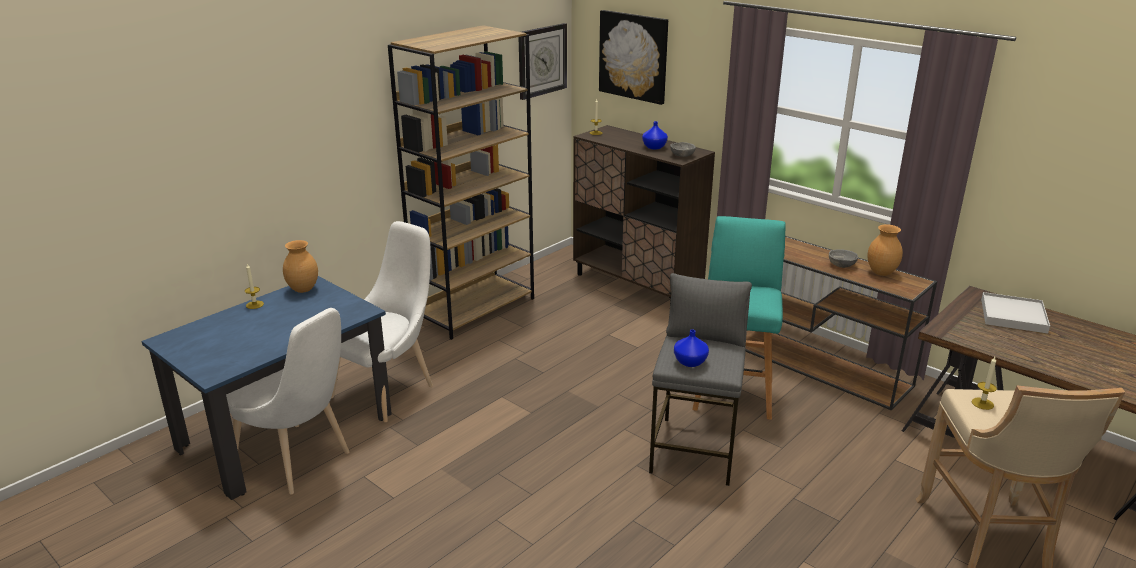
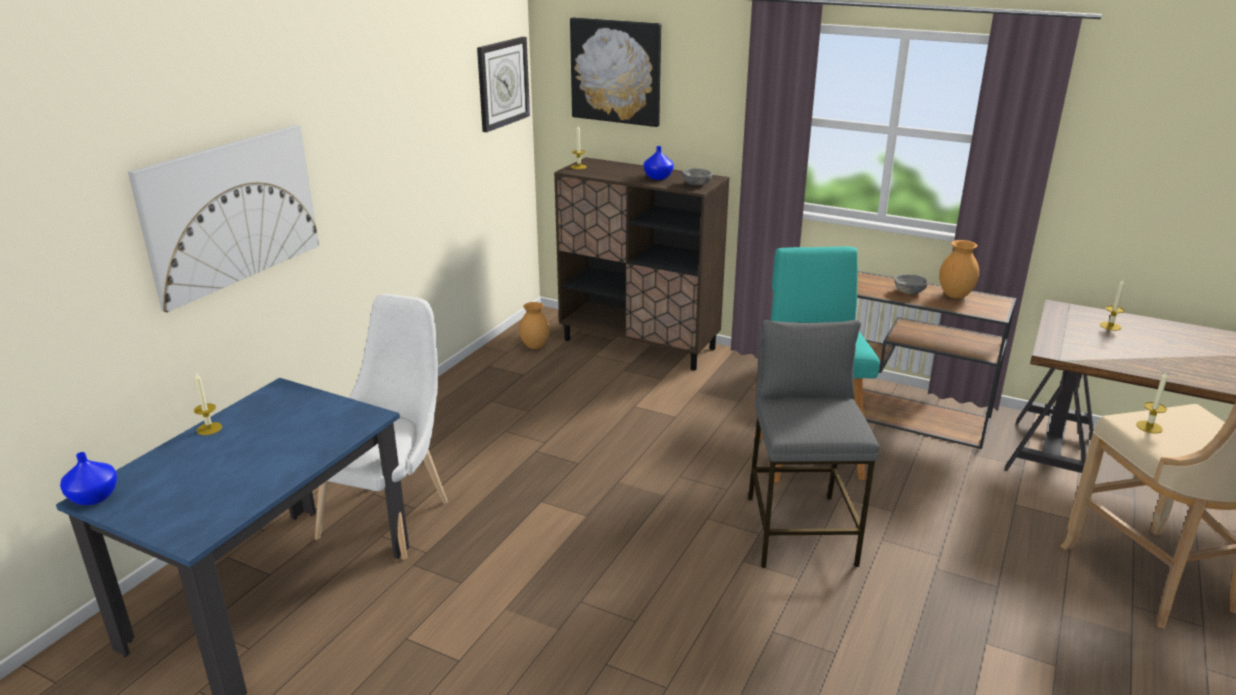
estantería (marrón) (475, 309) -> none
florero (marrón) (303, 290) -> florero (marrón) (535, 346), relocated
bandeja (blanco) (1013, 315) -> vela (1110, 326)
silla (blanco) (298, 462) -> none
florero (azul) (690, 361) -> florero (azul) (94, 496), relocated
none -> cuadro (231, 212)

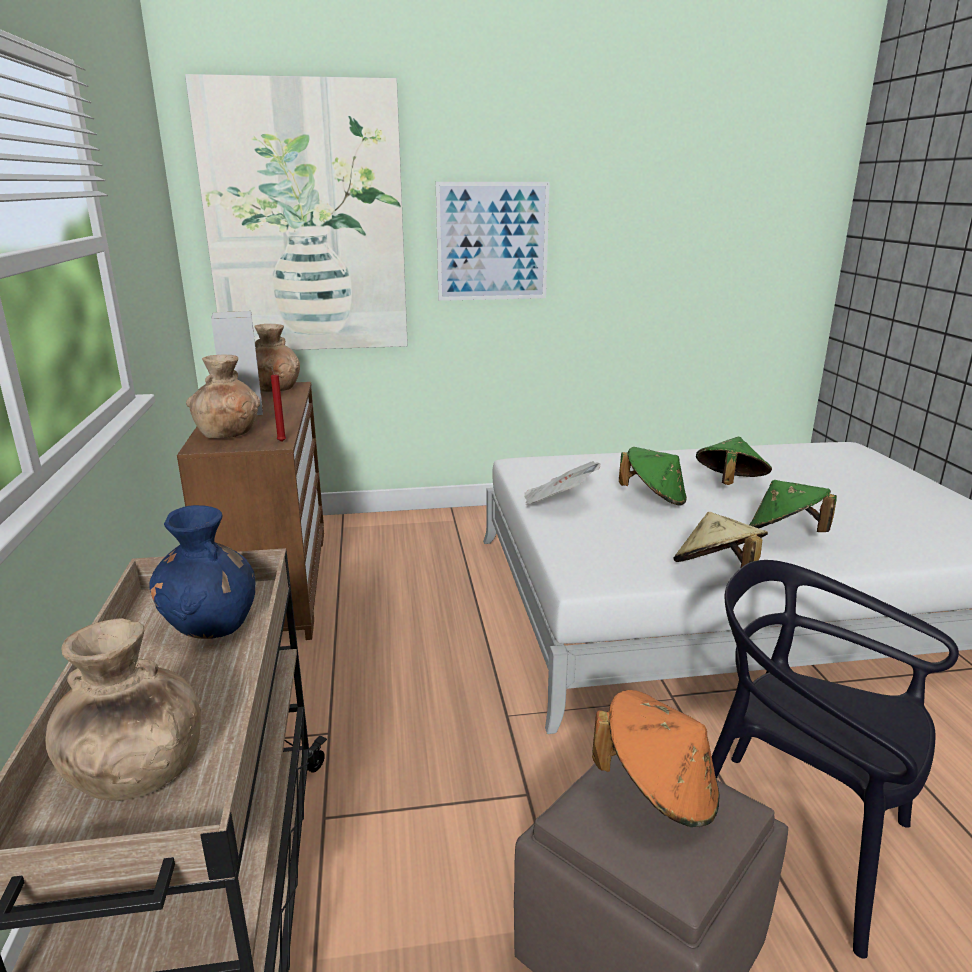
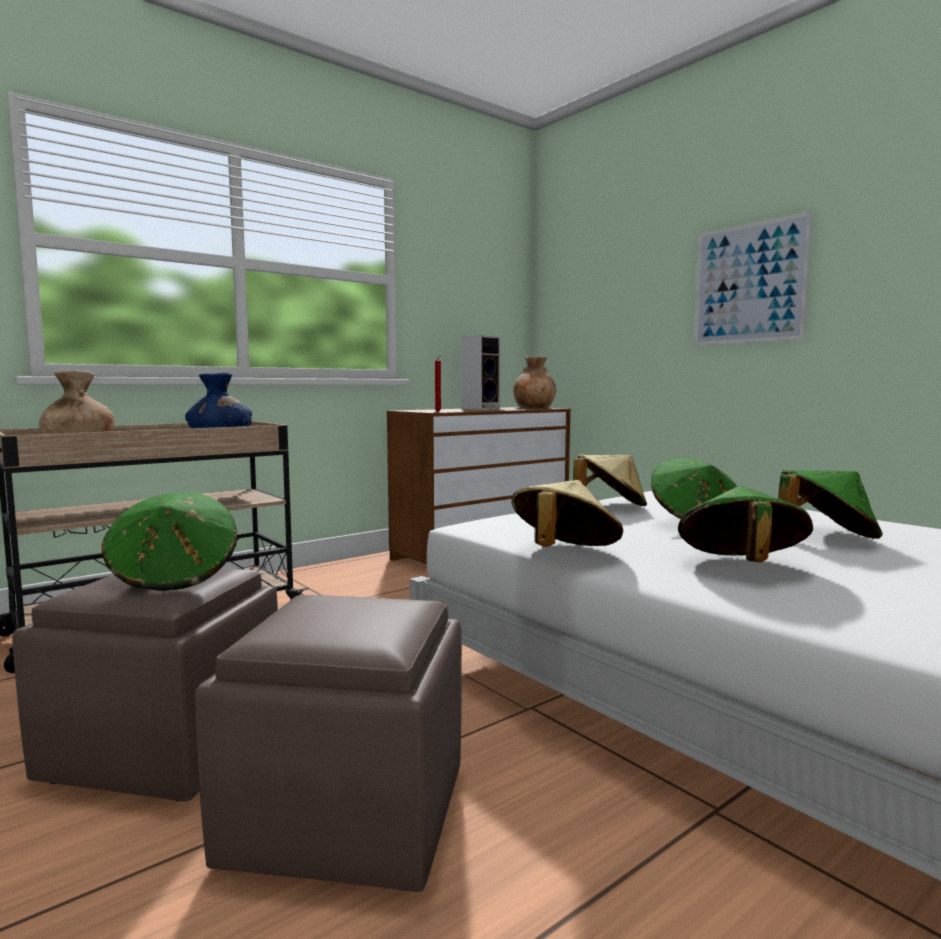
cuadro (306, 221) -> none
florero (marrón) (228, 434) -> none
periódico (558, 502) -> sombrero (beis) (610, 506)
silla (negro) (796, 840) -> puf (marrón) (351, 814)
sombrero (naranja) (658, 790) -> sombrero (verde) (175, 576)

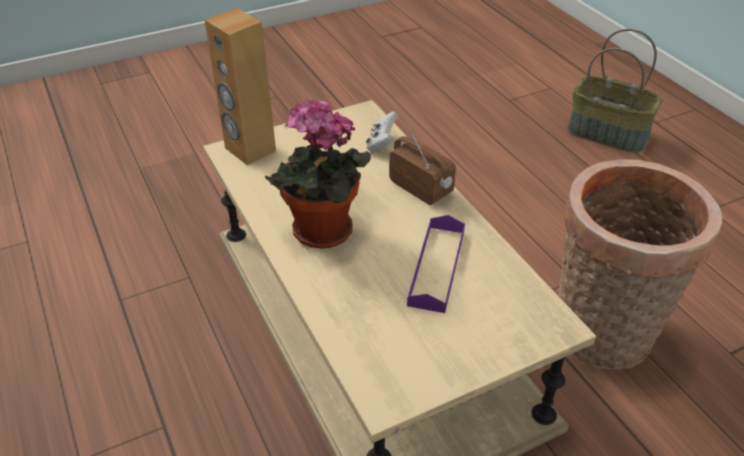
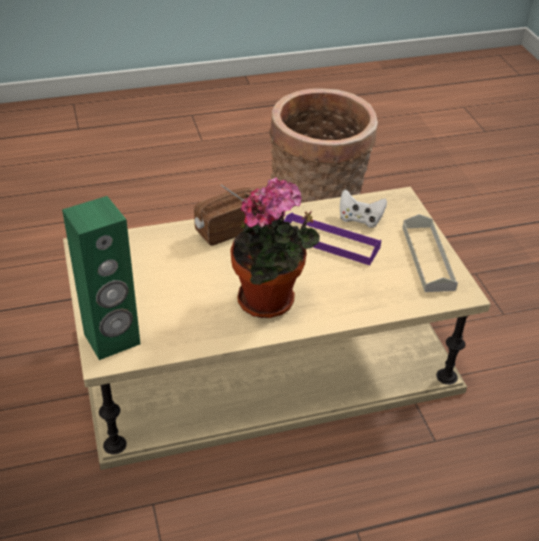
altavoz (marrón) (249, 150) -> altavoz (verde) (112, 339)
cesta (608, 133) -> none
mando de consola (blanco) (381, 144) -> mando de consola (blanco) (360, 220), relocated
none -> bandeja (gris) (428, 258)

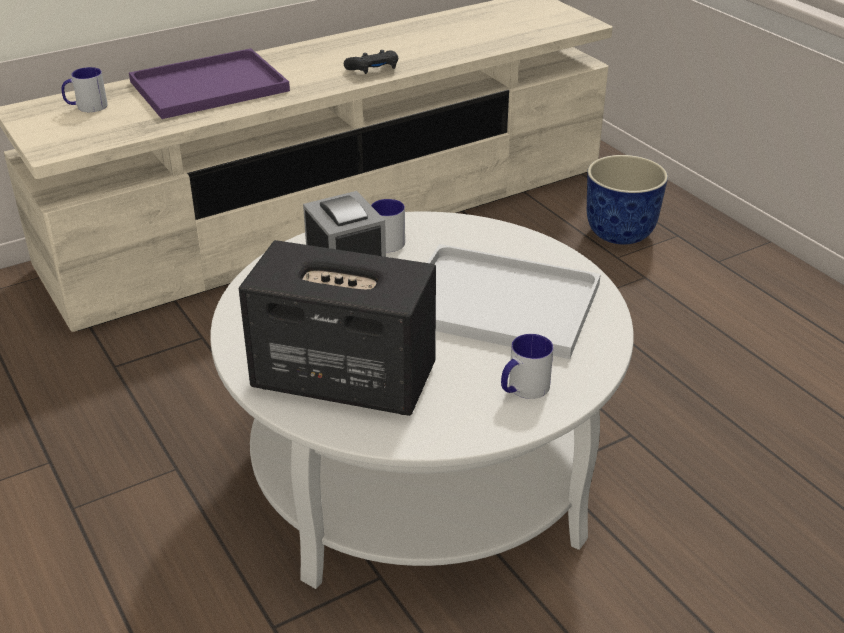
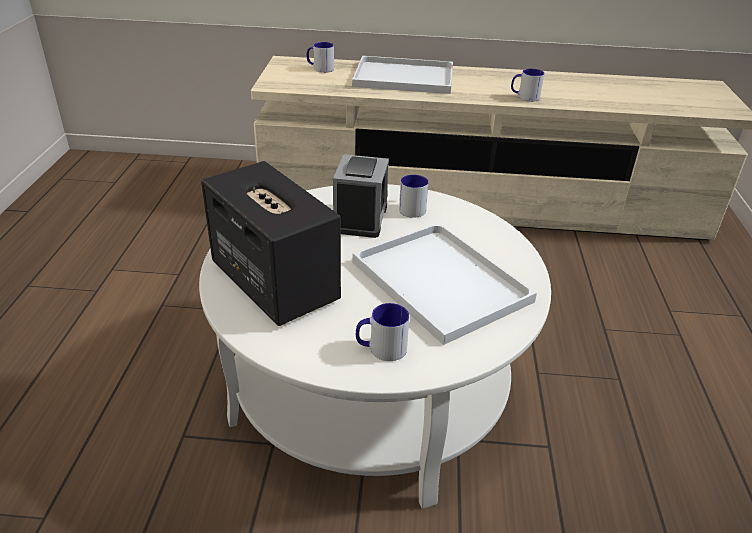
bandeja (morado) (211, 85) -> bandeja (blanco) (406, 77)
mando de consola (negro) (373, 69) -> taza grande (524, 97)
maceta (621, 234) -> none

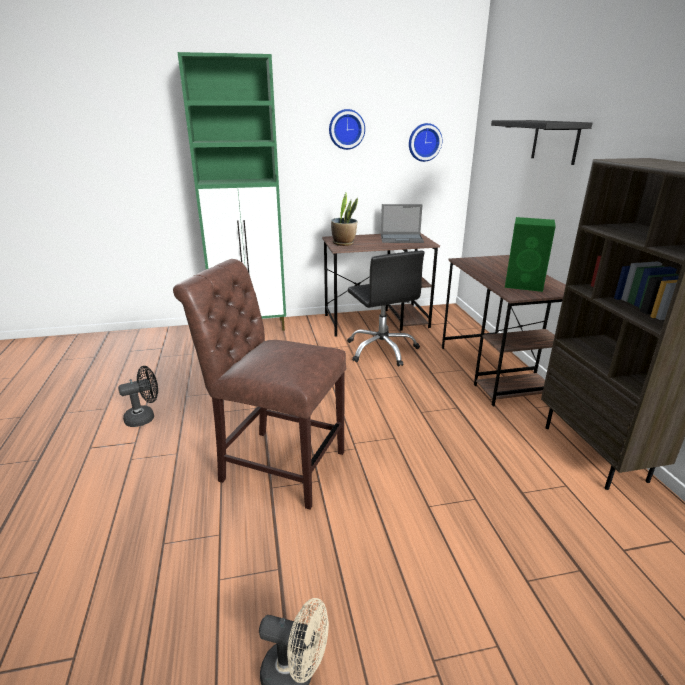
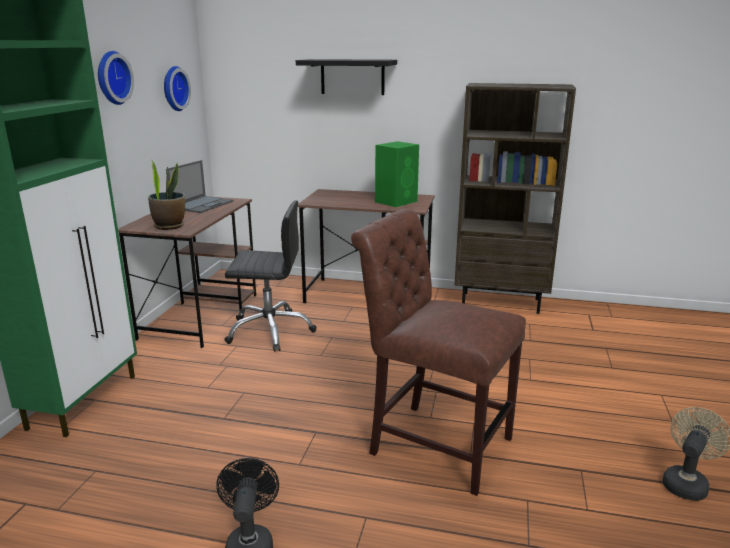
silla (marrón) (277, 464) -> silla (marrón) (434, 442), 75 degrees clockwise

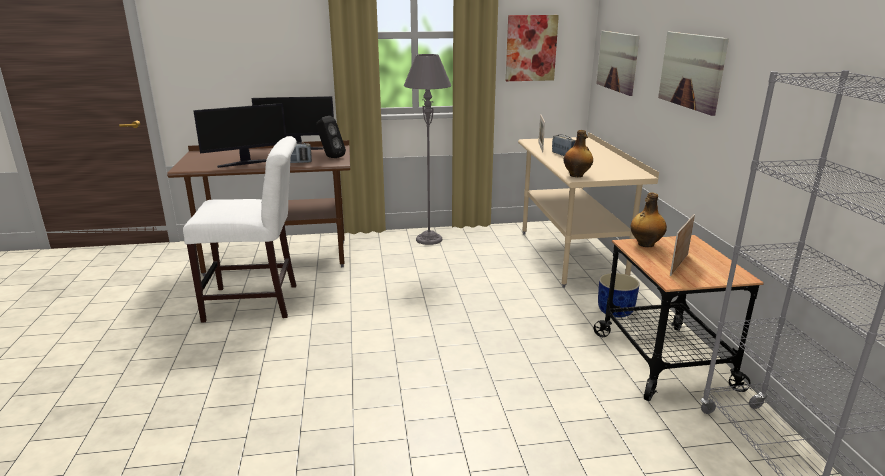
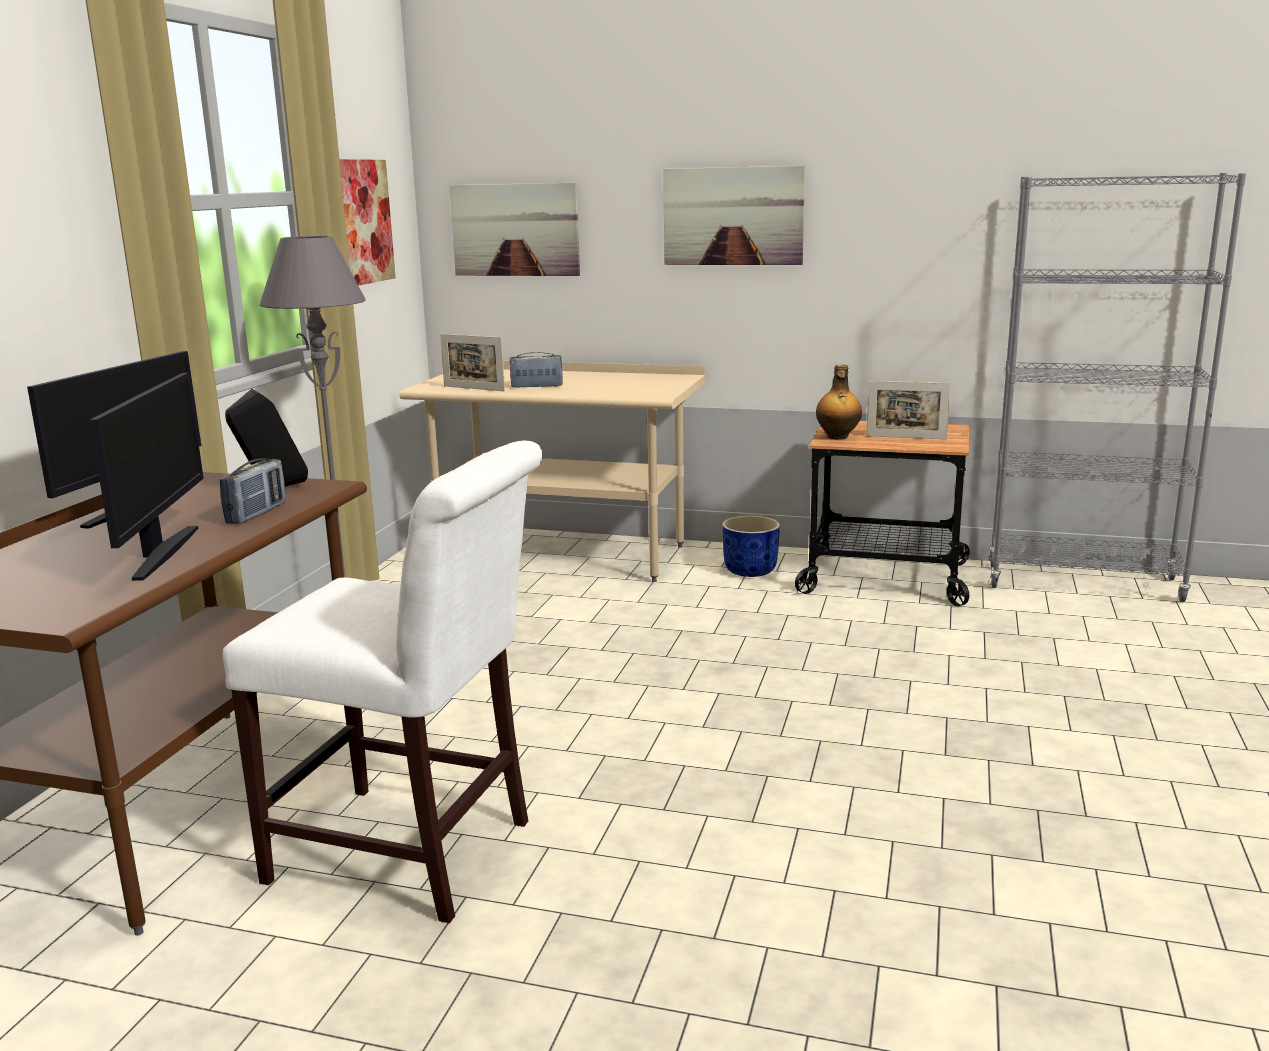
botella (577, 175) -> none
silla (blanco) (257, 303) -> silla (blanco) (413, 854), 90 degrees clockwise
portarretratos (679, 264) -> portarretratos (906, 437), 45 degrees counterclockwise

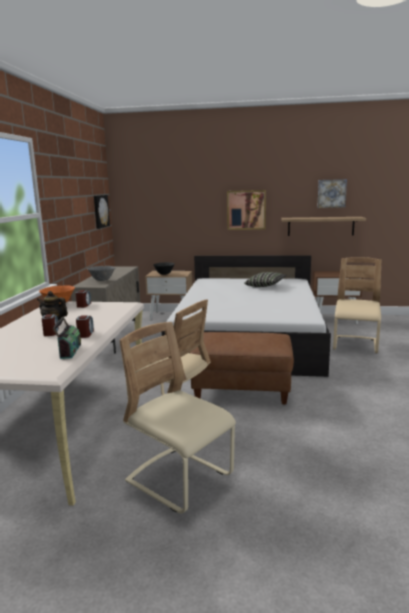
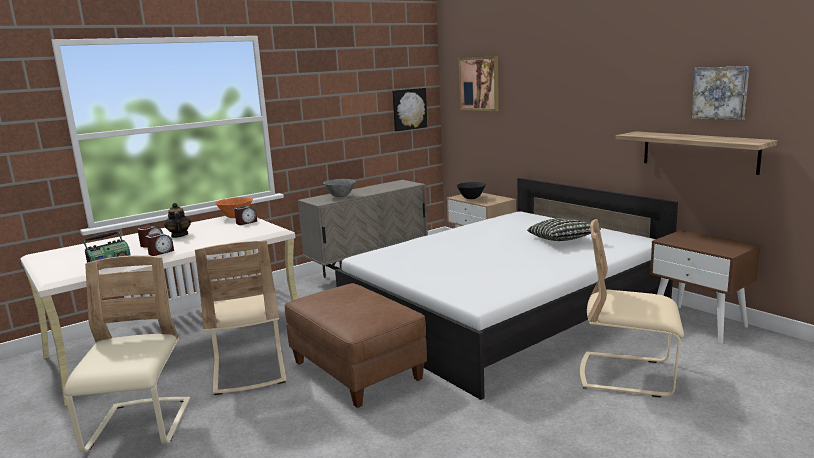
cuadro (246, 210) -> cuadro (479, 84), relocated
silla (beis) (355, 345) -> silla (beis) (627, 375), 135 degrees counterclockwise

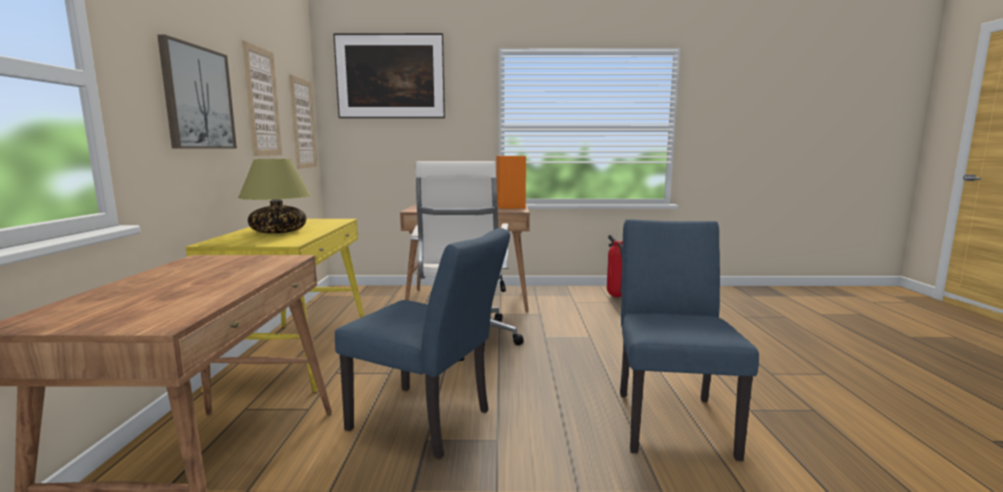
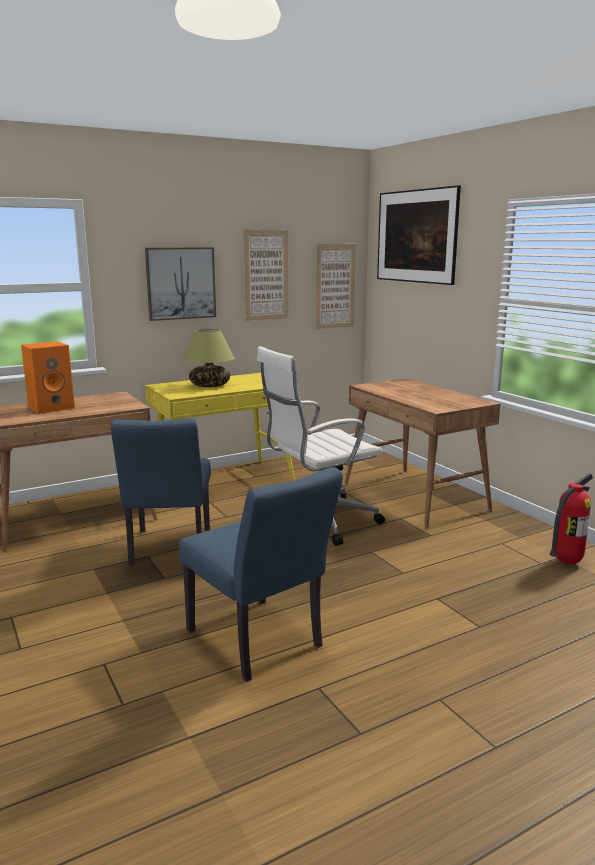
altavoz (naranja) (509, 206) -> altavoz (naranja) (52, 407), relocated
silla (azul) (671, 417) -> silla (azul) (260, 643), 75 degrees clockwise

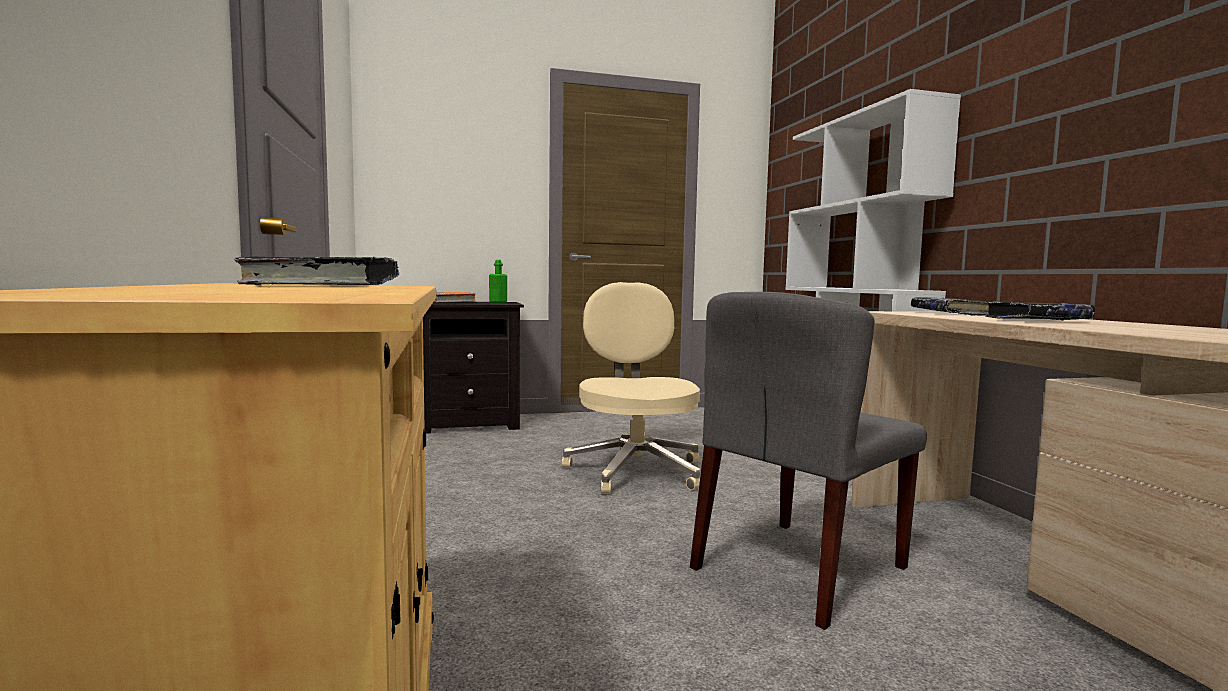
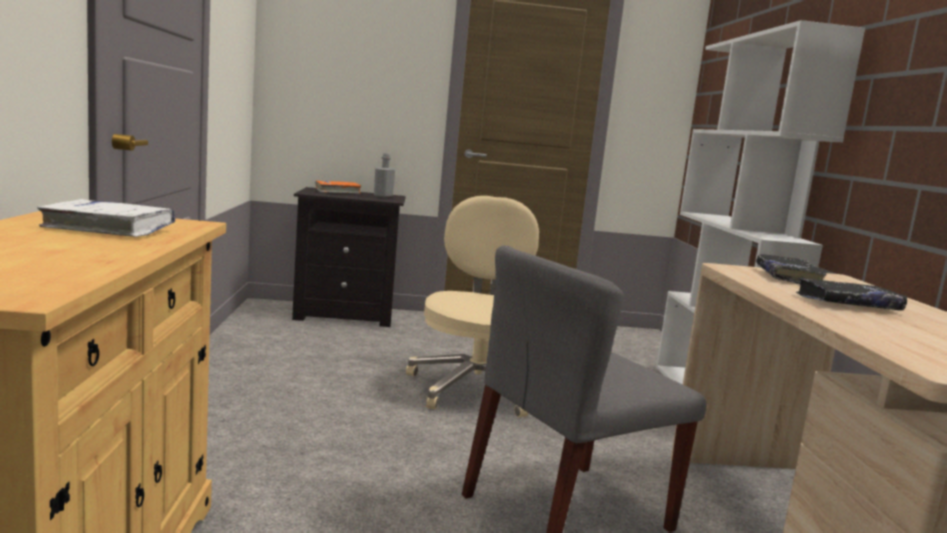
libro (negro) (323, 285) -> libro (blanco) (109, 229)
botella (verde) (498, 302) -> botella (gris) (383, 196)

